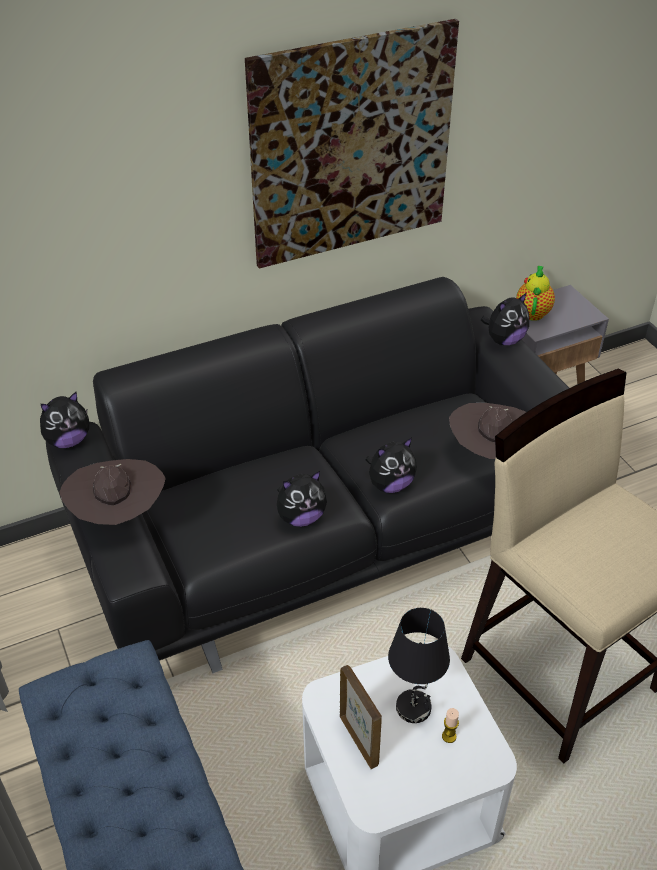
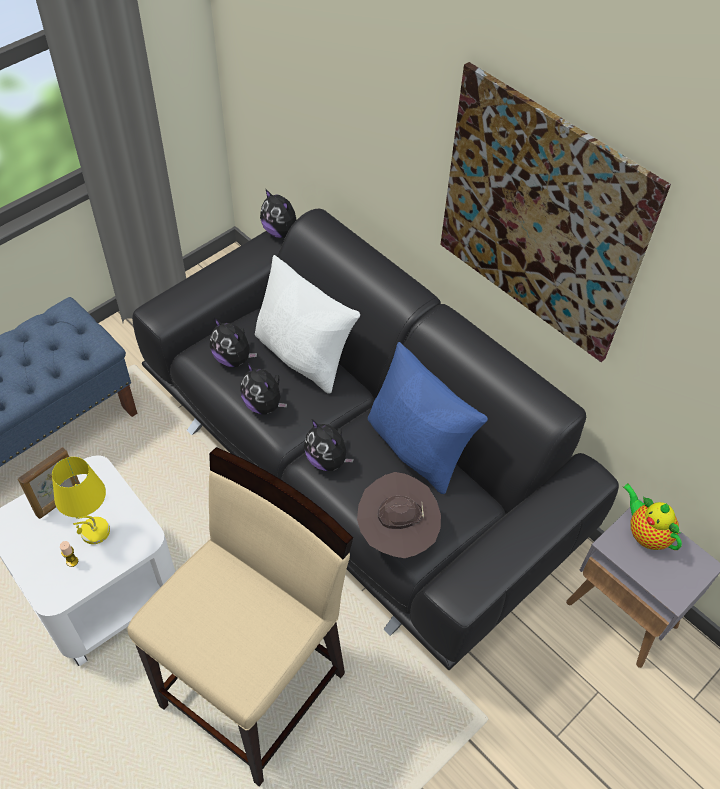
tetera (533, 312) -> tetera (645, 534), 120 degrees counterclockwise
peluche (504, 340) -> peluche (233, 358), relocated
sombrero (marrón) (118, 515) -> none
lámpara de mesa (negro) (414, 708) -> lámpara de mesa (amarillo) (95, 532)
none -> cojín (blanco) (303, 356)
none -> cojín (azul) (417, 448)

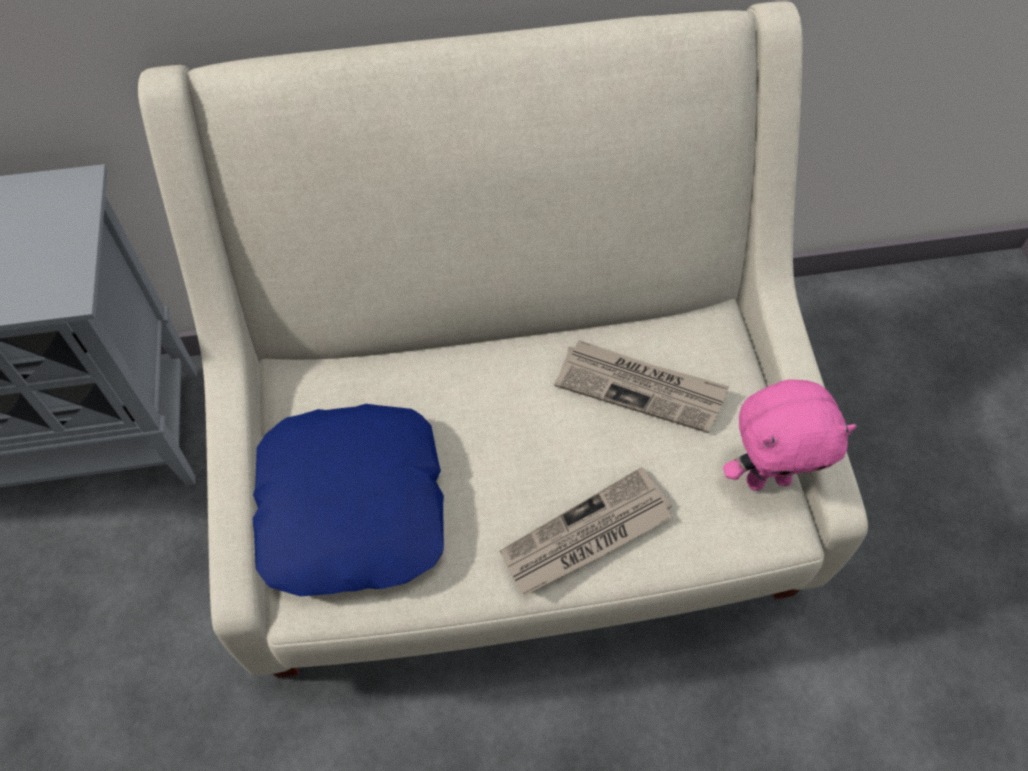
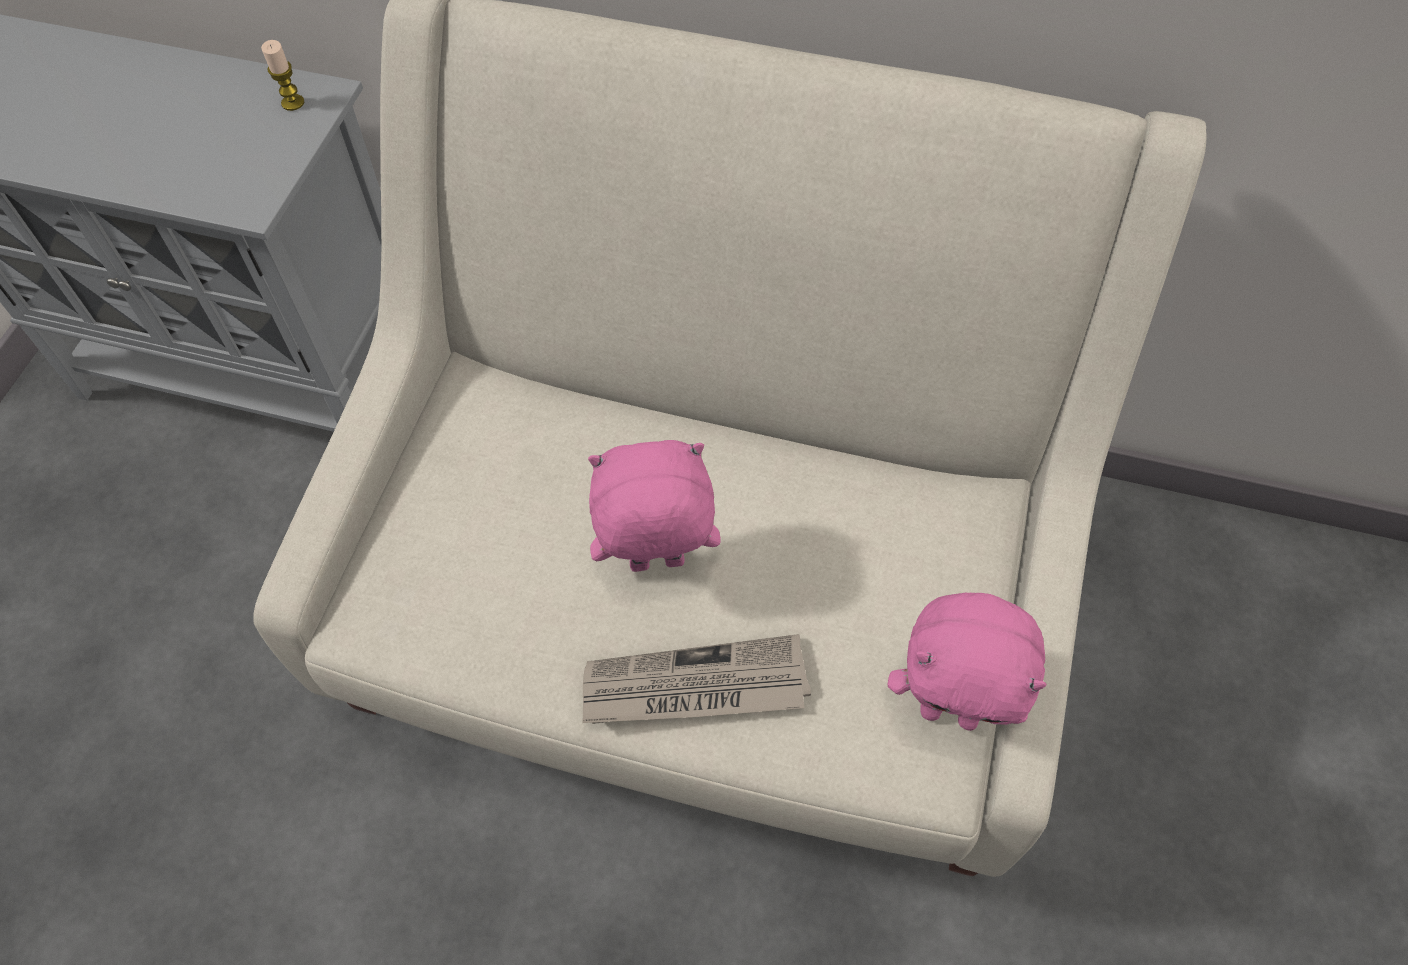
periódico (641, 388) -> none
cojín (azul) (353, 506) -> none
none -> vela (293, 103)
none -> peluche (rosa) (656, 565)

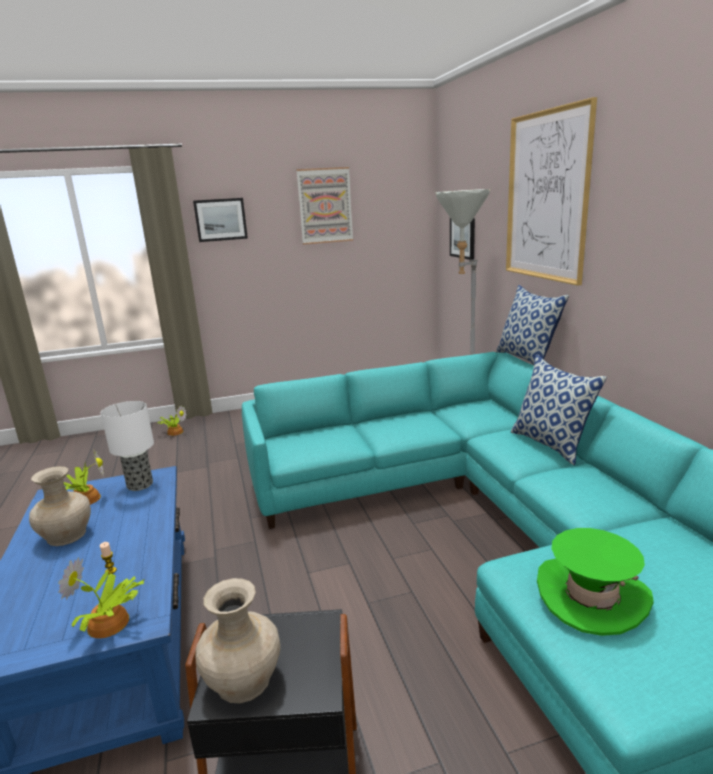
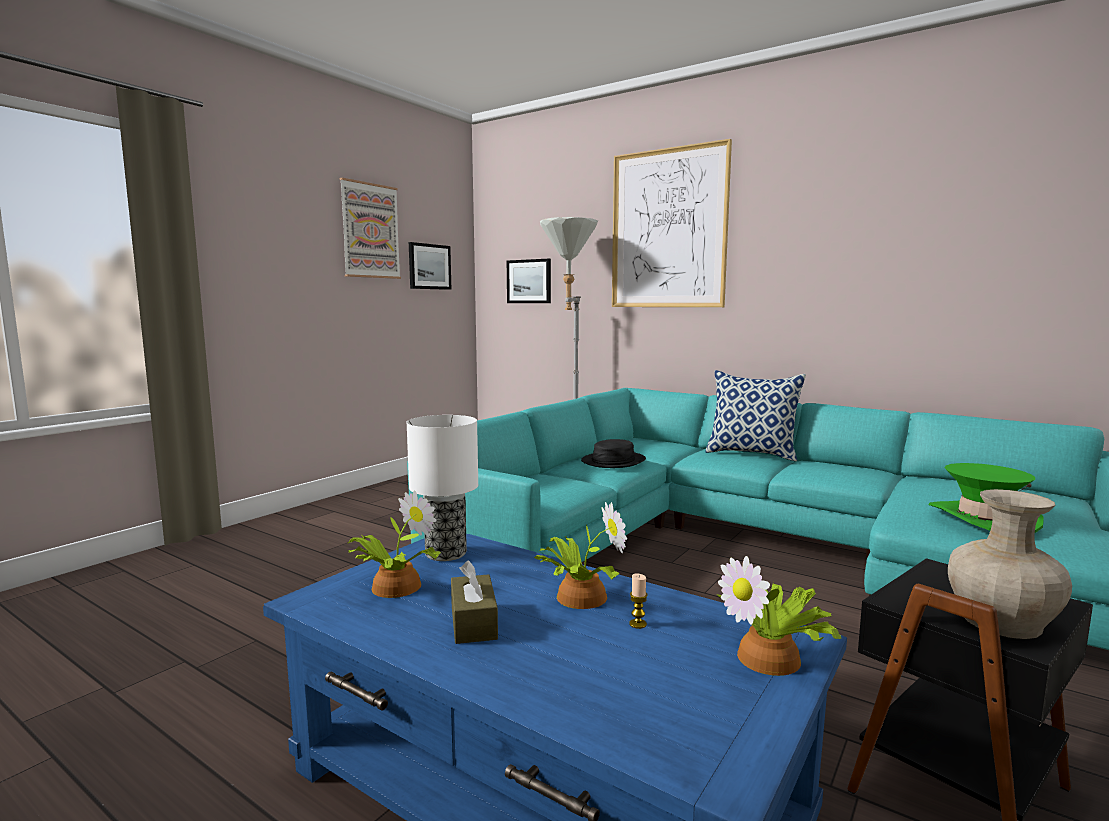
cuadro (220, 219) -> cuadro (429, 266), relocated
cojín (527, 359) -> none
planta en maceta (175, 432) -> planta en maceta (578, 596), relocated
florero (beis) (66, 535) -> caja de pañuelos (marrón) (473, 622)
none -> sombrero (negro) (613, 461)

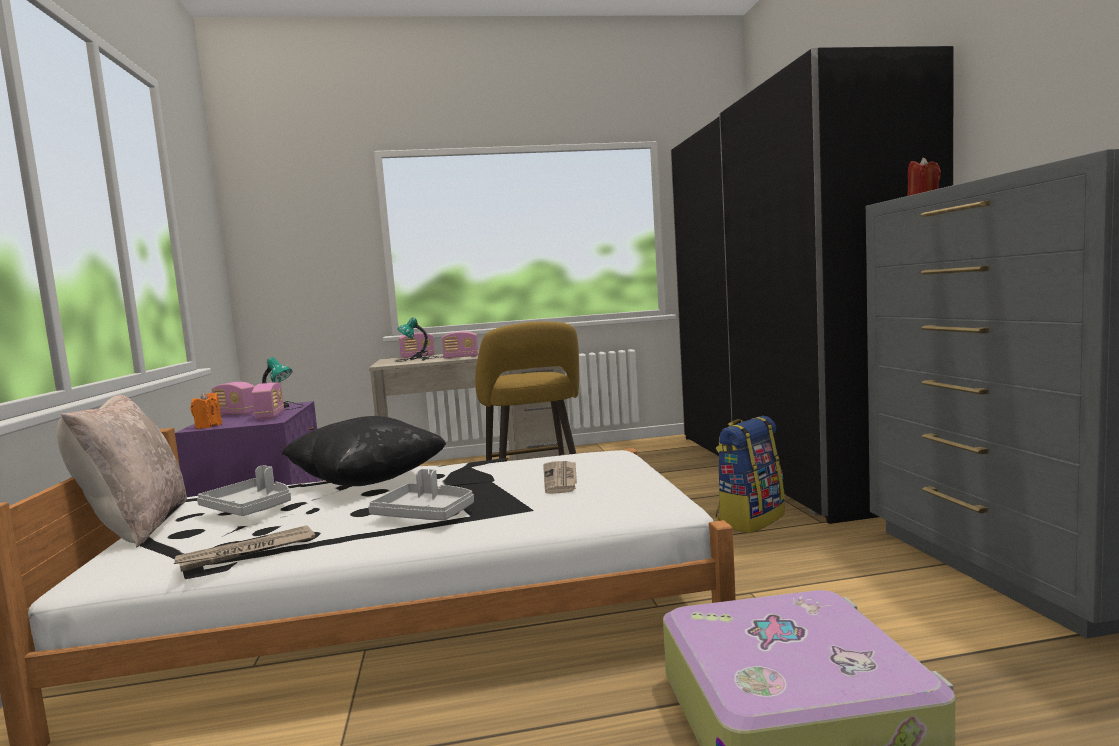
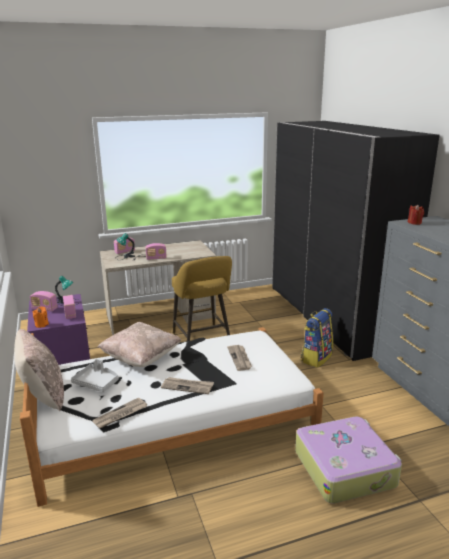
cojín (negro) (368, 481) -> cojín (beis) (141, 358)
bandeja (gris) (426, 514) -> periódico (188, 386)

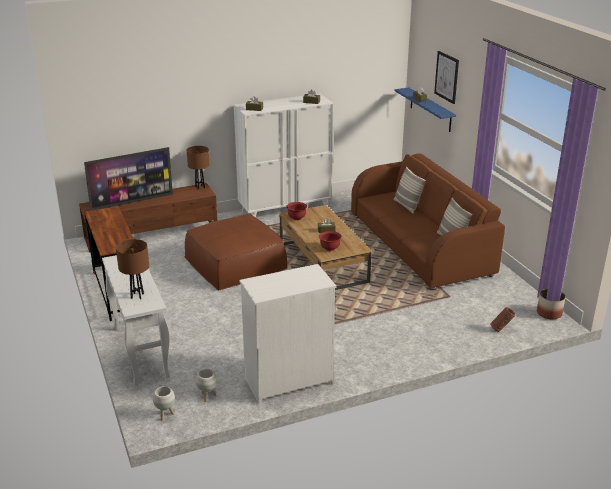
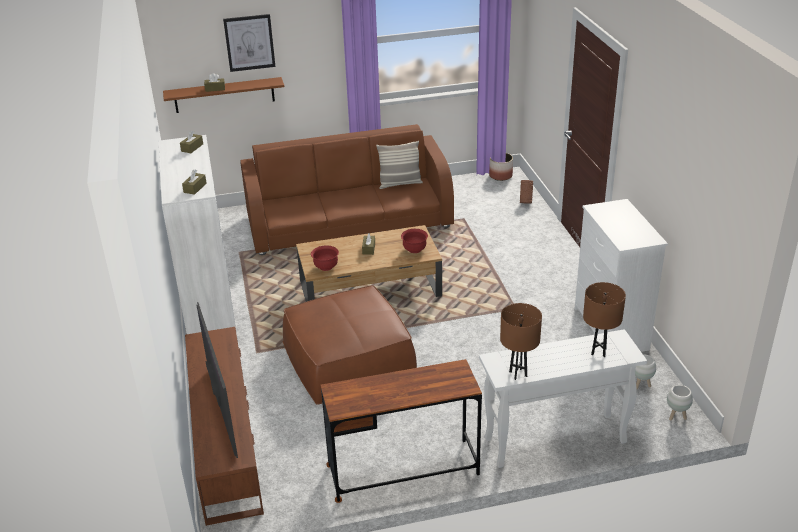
estante (azul) (430, 109) -> estante (marrón) (224, 95)
lámpara de mesa (marrón) (200, 187) -> lámpara de mesa (marrón) (518, 374), relocated
cojín (407, 206) -> none

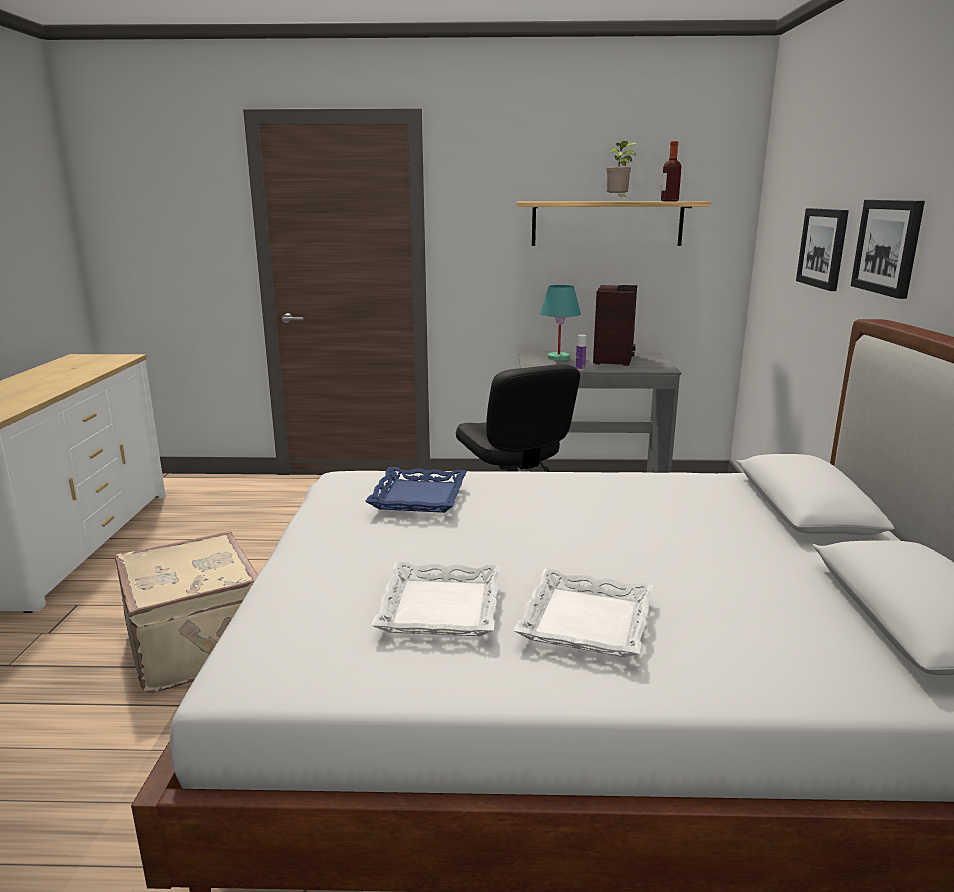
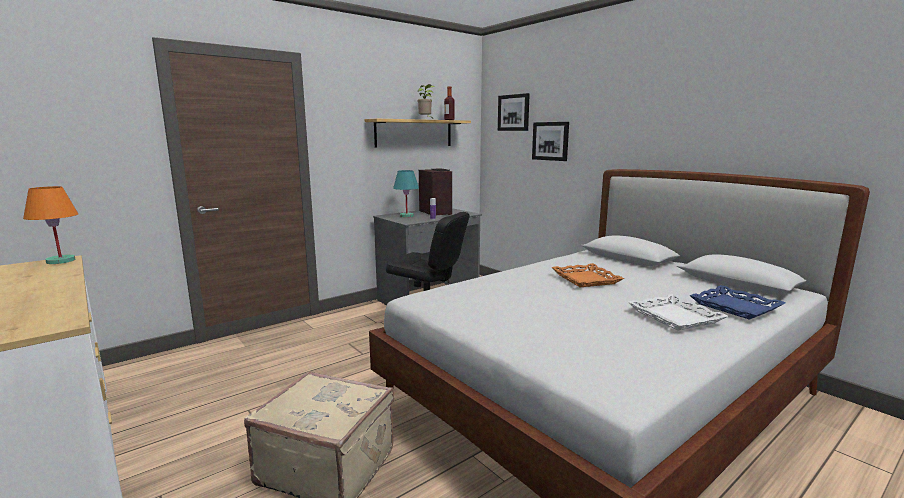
cuadro (888, 247) -> cuadro (513, 112), relocated
bandeja (azul) (419, 497) -> bandeja (azul) (735, 307), relocated
bandeja (blanco) (441, 608) -> none
none -> lámpara de mesa (naranja) (60, 261)
none -> bandeja (naranja) (585, 279)

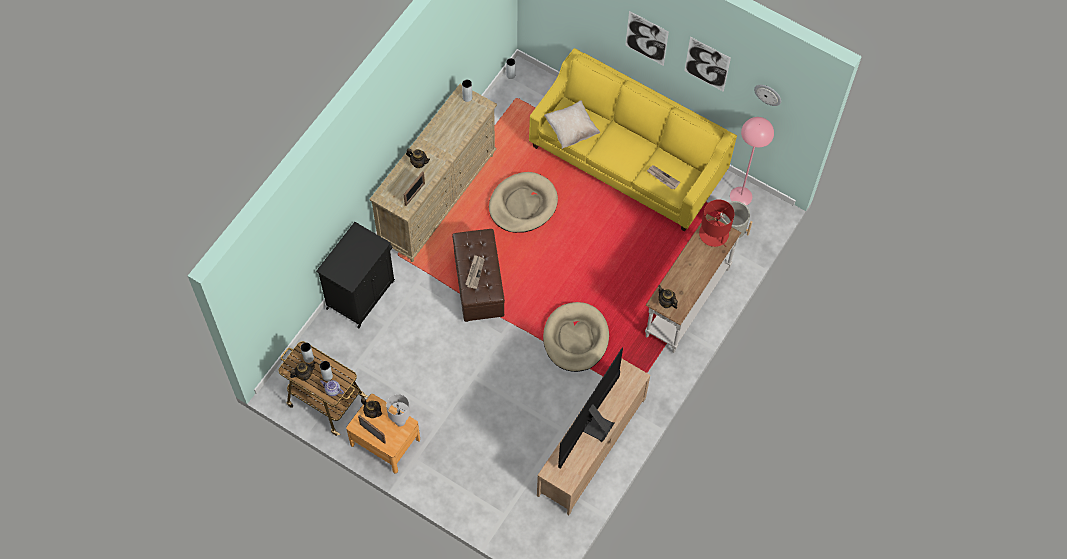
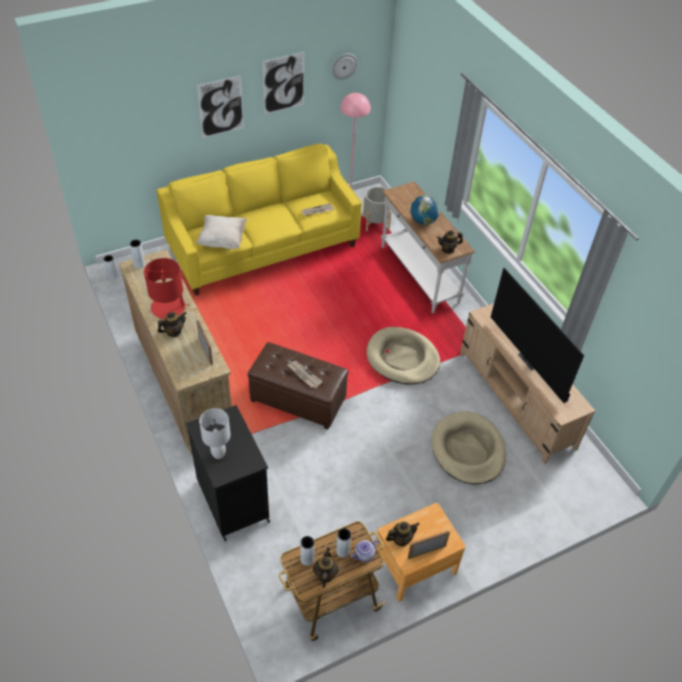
cama para perro (beis) (523, 204) -> cama para perro (beis) (468, 450), relocated
lámpara de mesa (rojo) (714, 234) -> lámpara de mesa (rojo) (168, 307), relocated
lámpara de mesa (blanco) (400, 422) -> lámpara de mesa (blanco) (218, 454), relocated
none -> globo terráqueo (423, 221)

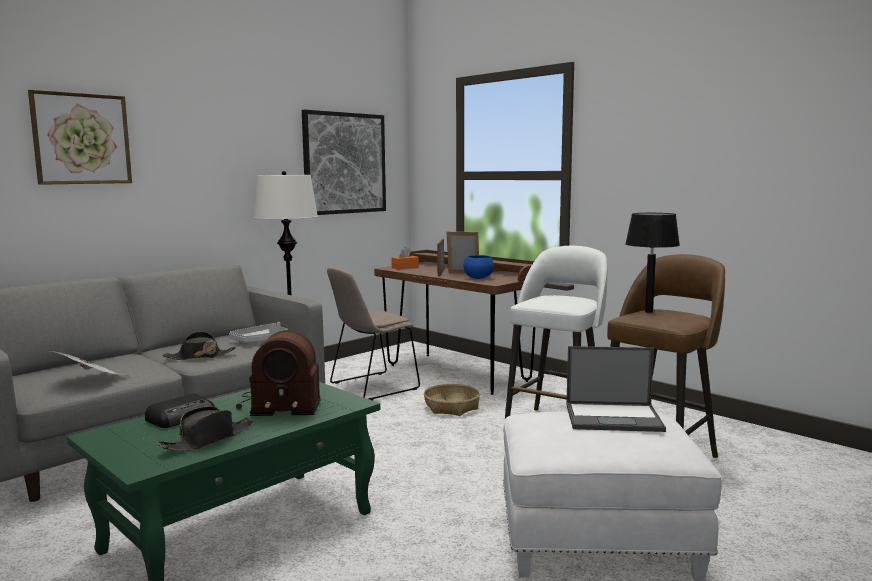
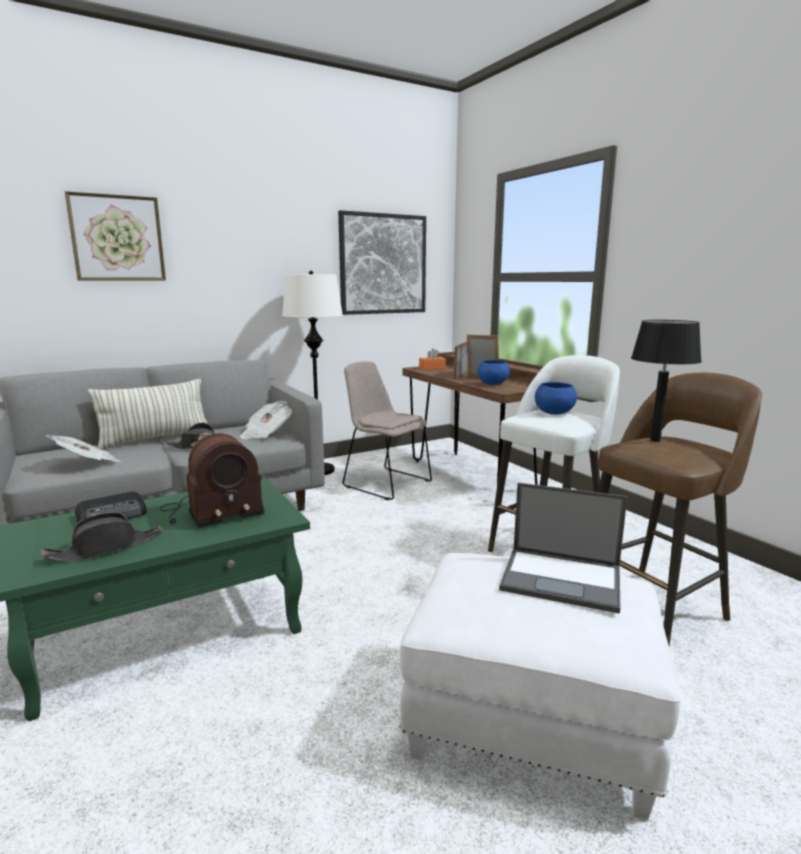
silla (beis) (371, 387) -> silla (beis) (385, 483), 60 degrees clockwise
bandeja (gris) (260, 340) -> periódico (266, 434)
radio (278, 404) -> radio (211, 511), 45 degrees counterclockwise
cesta (451, 407) -> none
none -> cojín (155, 439)
none -> cuenco (azul) (553, 413)

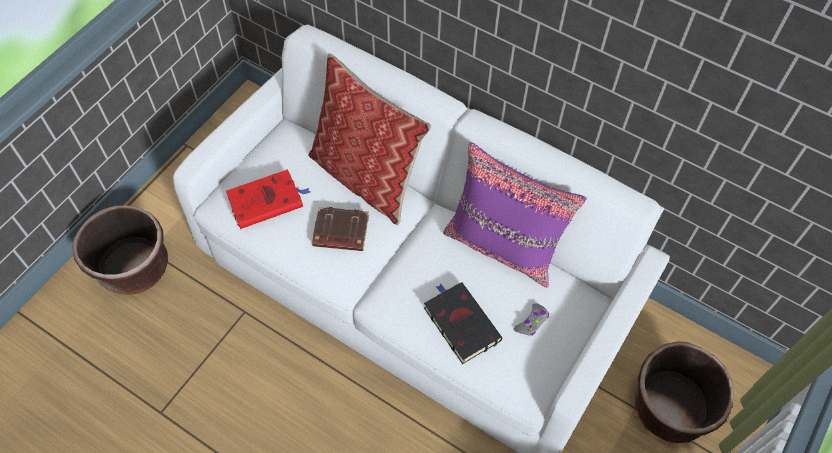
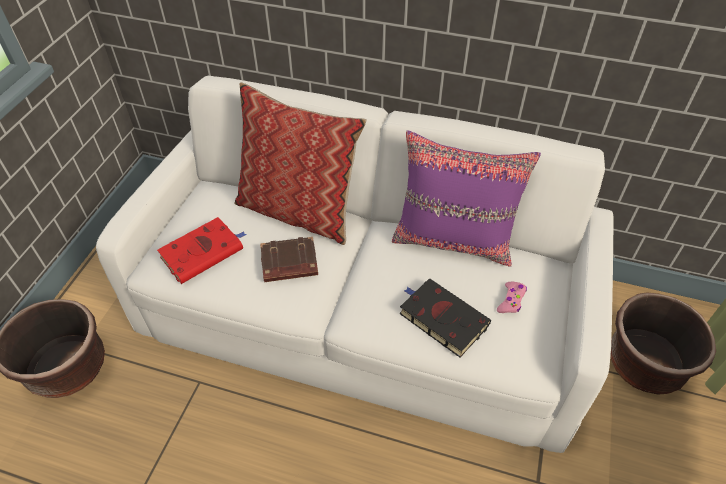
mando de consola (gris) (532, 322) -> mando de consola (rosa) (511, 300)

